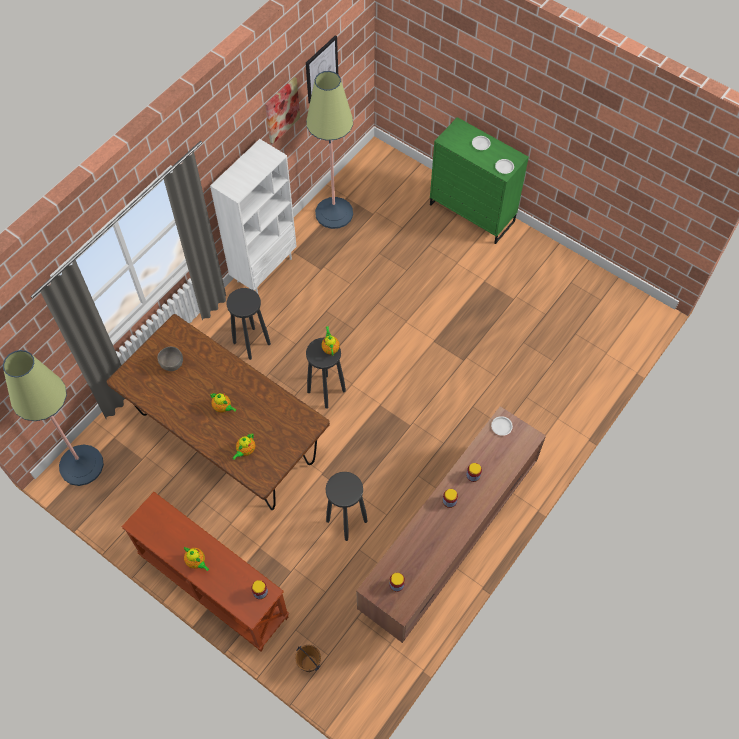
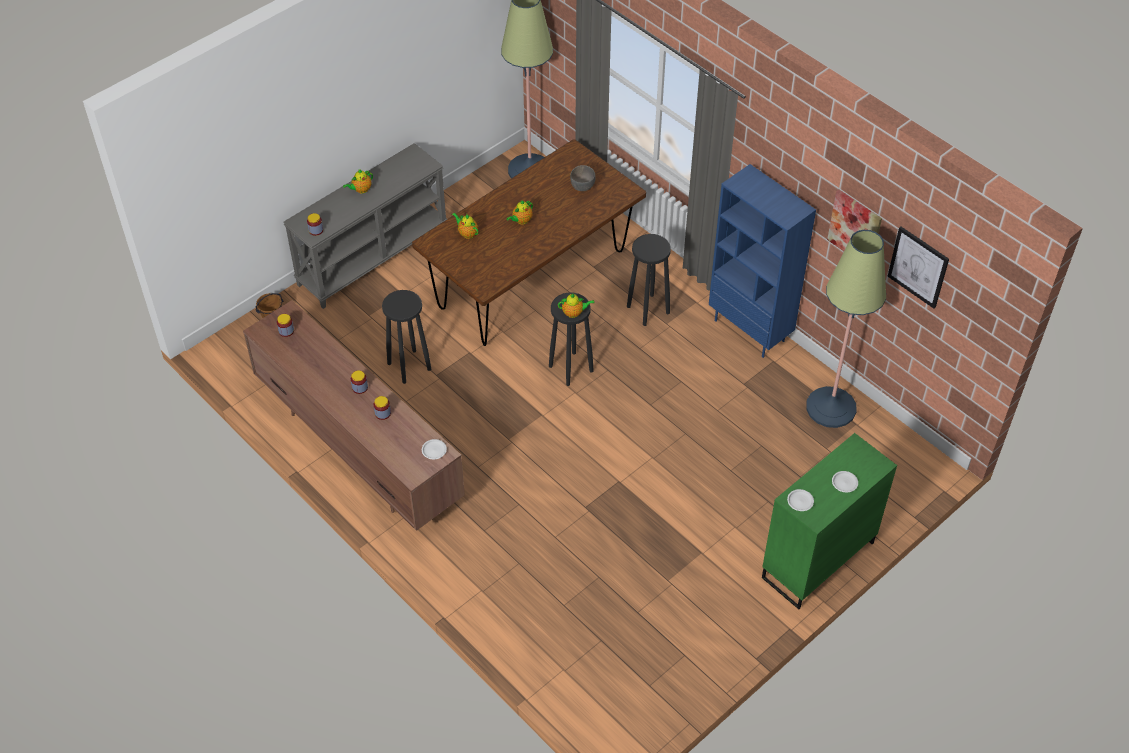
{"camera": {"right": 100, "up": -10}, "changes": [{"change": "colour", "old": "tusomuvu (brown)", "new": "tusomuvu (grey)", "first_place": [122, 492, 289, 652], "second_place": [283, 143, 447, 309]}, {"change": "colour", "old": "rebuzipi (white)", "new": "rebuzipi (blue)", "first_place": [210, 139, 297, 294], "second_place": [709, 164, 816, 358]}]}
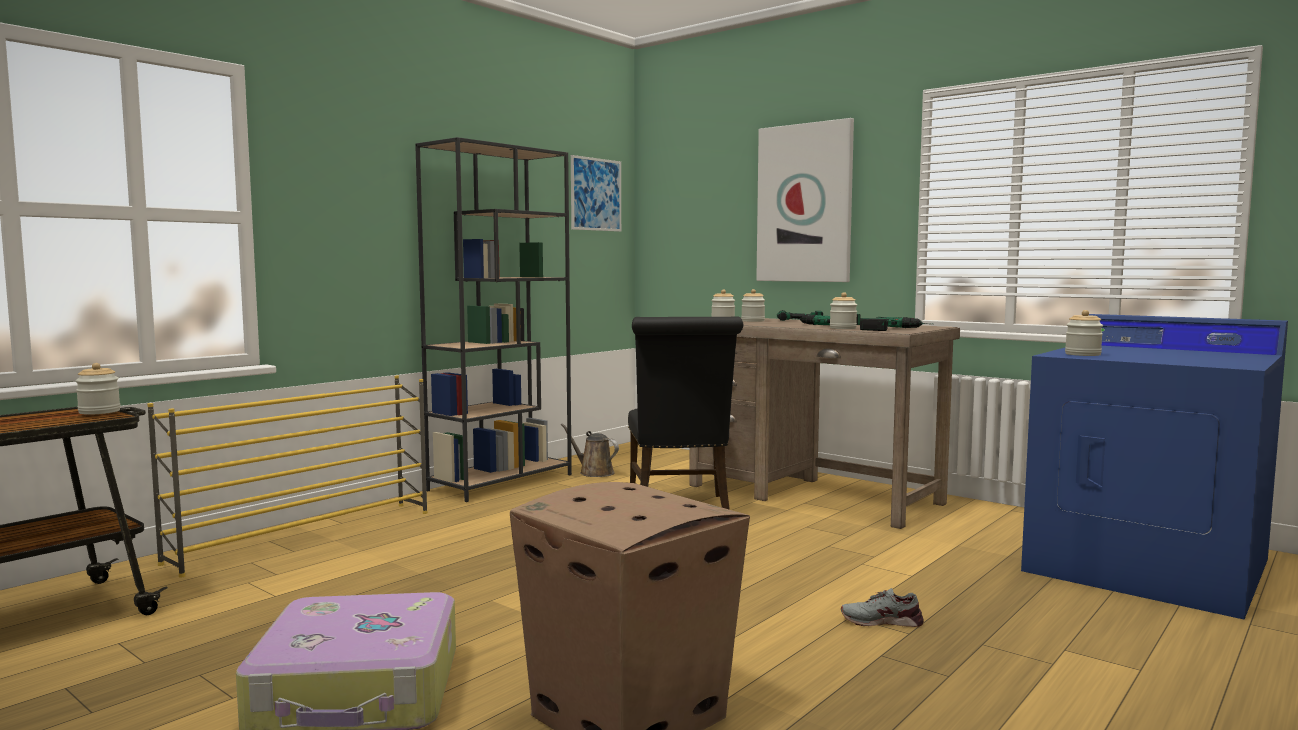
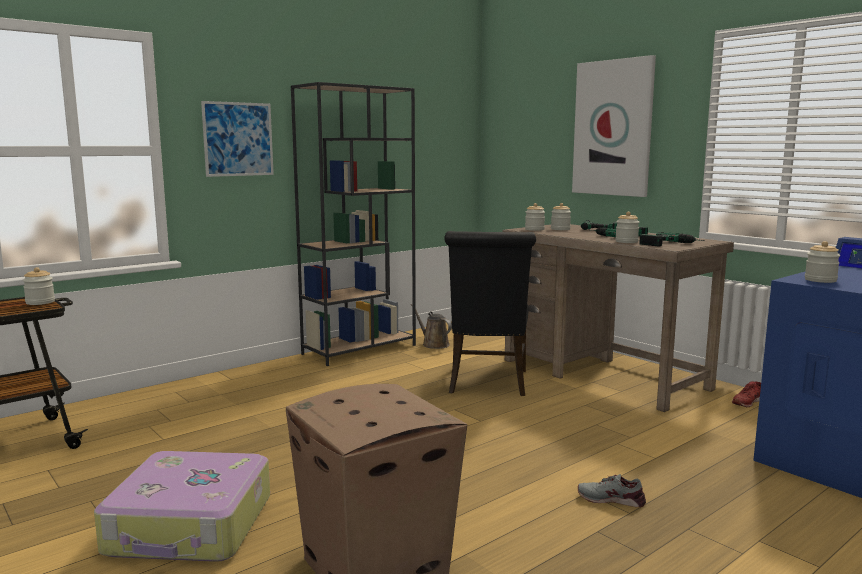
{"camera": {"right": 10, "up": 5}, "changes": [{"change": "missing", "old": "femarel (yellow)", "first_place": [147, 375, 428, 578]}, {"change": "appeared", "new": "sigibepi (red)", "second_place": [732, 381, 761, 408]}, {"change": "relocated", "old": "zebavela", "first_place": [571, 155, 621, 232], "second_place": [201, 101, 274, 177]}]}
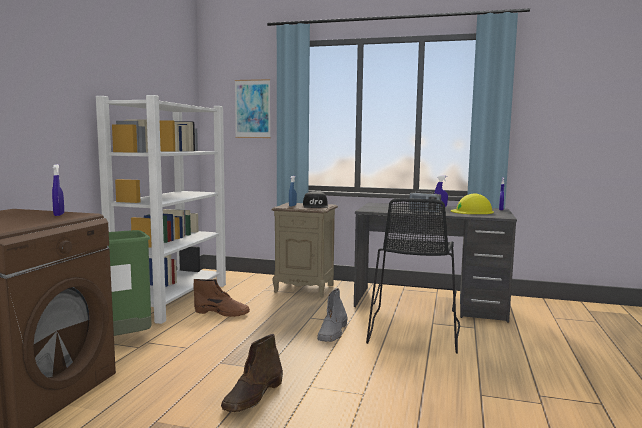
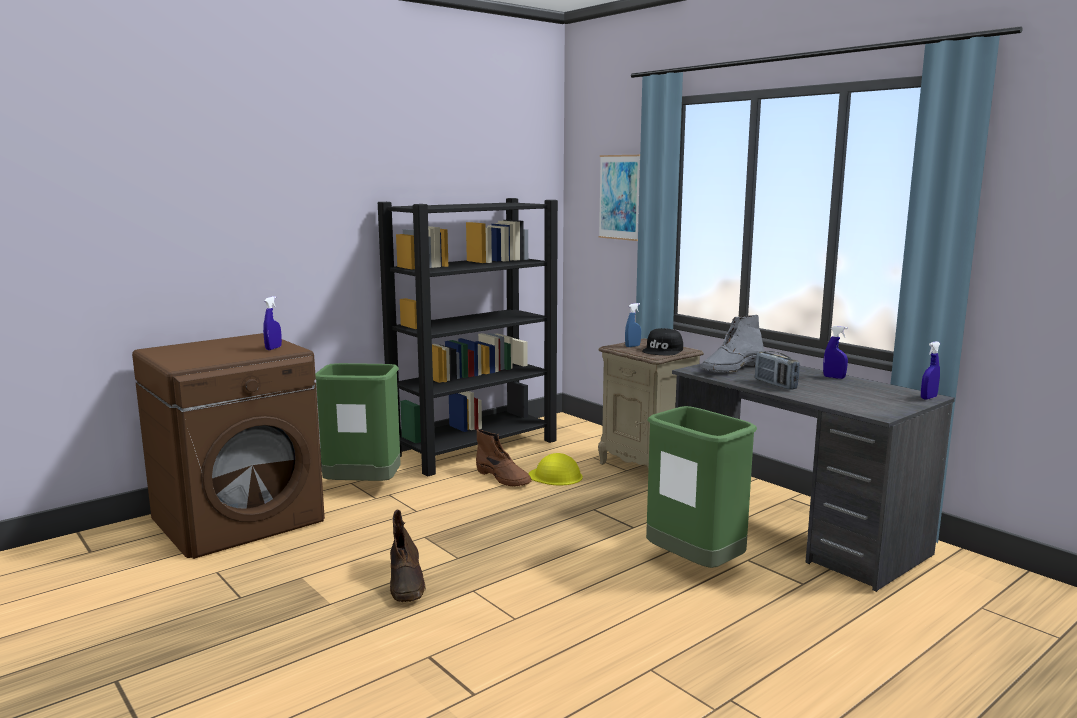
{"camera": {"right": 35, "up": 5}, "changes": [{"change": "relocated", "old": "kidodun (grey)", "first_place": [317, 288, 347, 342], "second_place": [700, 315, 764, 373]}, {"change": "relocated", "old": "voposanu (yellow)", "first_place": [451, 194, 494, 214], "second_place": [528, 453, 583, 485]}, {"change": "exchanged", "old": "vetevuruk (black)", "new": "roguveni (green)", "first_place": [366, 198, 460, 354], "second_place": [646, 406, 757, 568]}, {"change": "colour", "old": "rebuzipi (white)", "new": "rebuzipi (black)", "first_place": [96, 95, 226, 324], "second_place": [378, 198, 558, 477]}, {"change": "spun", "old": "kidodun (brown)", "first_place": [221, 334, 283, 412], "second_place": [390, 510, 426, 602], "degrees": -75}]}
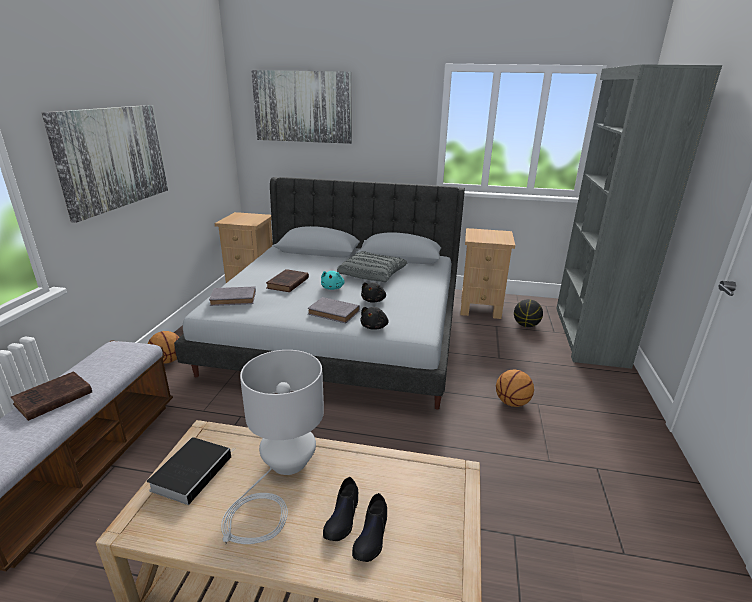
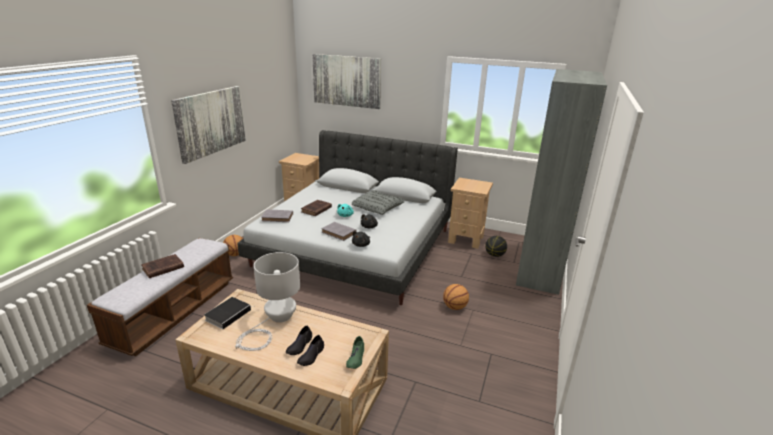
{"camera": {"right": 10, "up": 0}, "changes": [{"change": "appeared", "new": "sigibepi (green)", "second_place": [346, 336, 364, 369]}]}
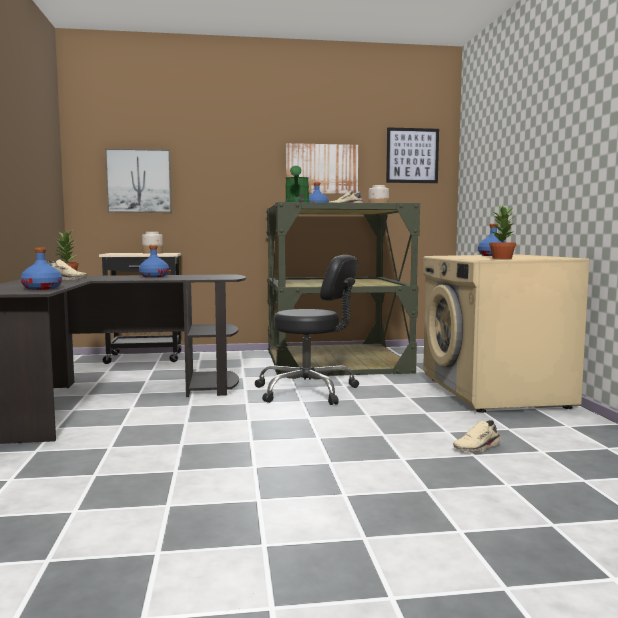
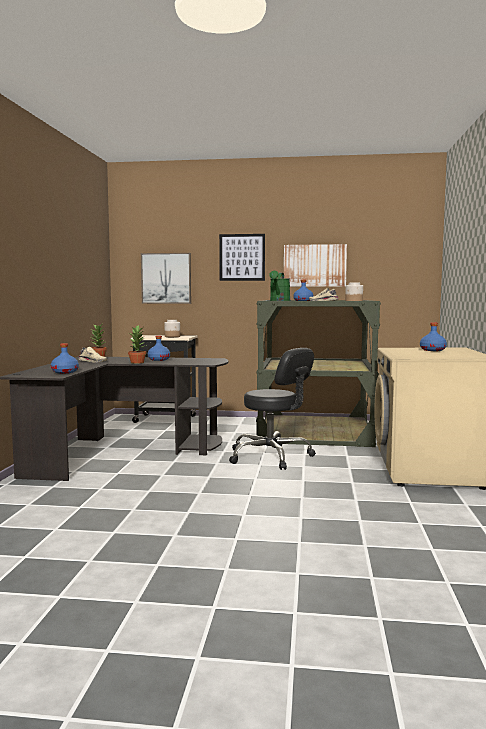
{"camera": {"right": 15, "up": 0}, "changes": [{"change": "missing", "old": "sigibepi (beige)", "first_place": [453, 420, 501, 453]}, {"change": "relocated", "old": "zebavela", "first_place": [386, 127, 439, 183], "second_place": [219, 234, 265, 281]}, {"change": "relocated", "old": "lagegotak", "first_place": [489, 205, 516, 259], "second_place": [128, 326, 147, 364]}]}
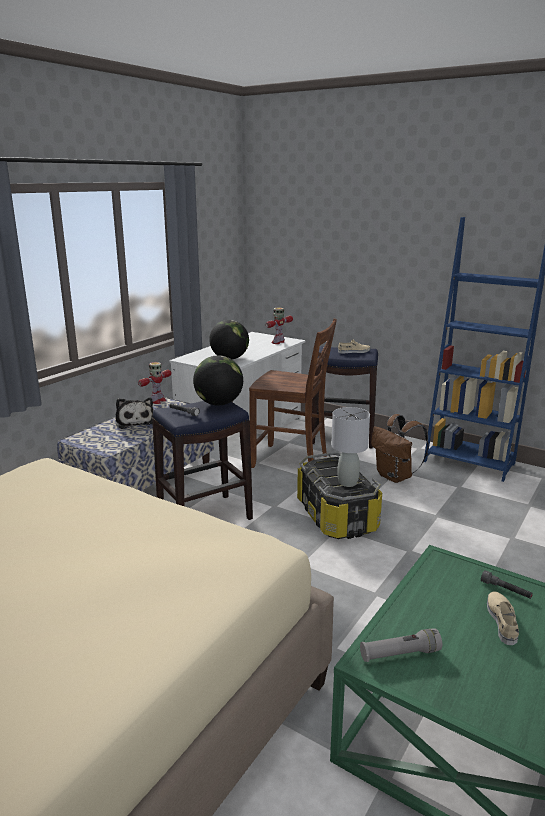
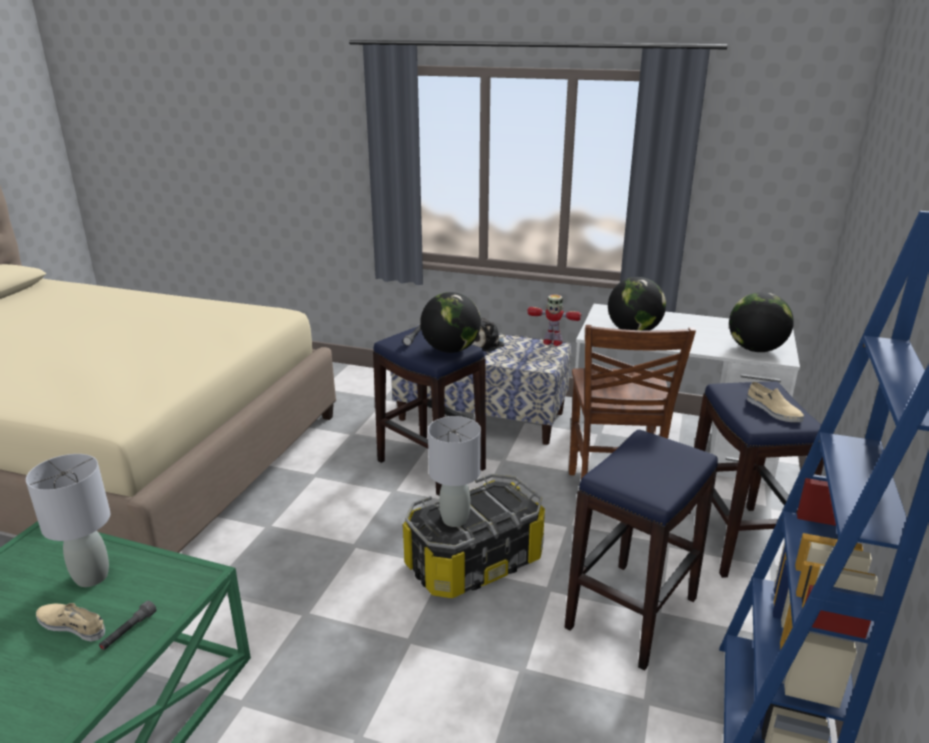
{"camera": {"right": 75, "up": 5}, "changes": [{"change": "missing", "old": "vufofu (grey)", "first_place": [360, 629, 442, 662]}, {"change": "appeared", "new": "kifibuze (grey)", "second_place": [26, 454, 110, 587]}, {"change": "exchanged", "old": "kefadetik", "new": "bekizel", "first_place": [266, 307, 293, 344], "second_place": [729, 292, 794, 352]}, {"change": "exchanged", "old": "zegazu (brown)", "new": "vetevuruk", "first_place": [371, 414, 429, 483], "second_place": [565, 430, 718, 671]}, {"change": "spun", "old": "sigibepi (beige)", "first_place": [487, 592, 519, 645], "second_place": [36, 603, 105, 641], "degrees": -150}]}
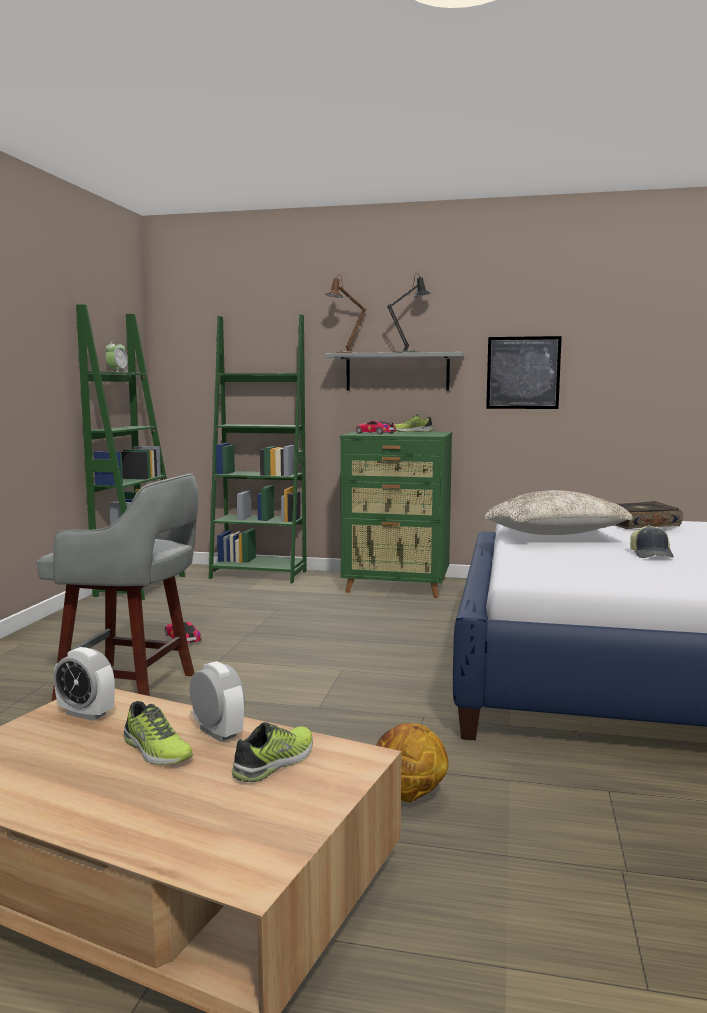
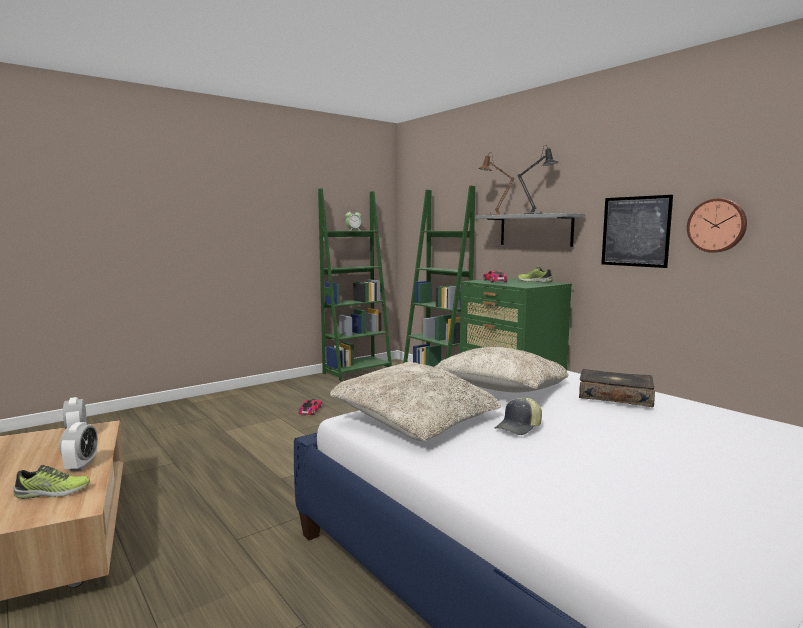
{"camera": {"right": 40, "up": 0}, "changes": [{"change": "missing", "old": "vetevuruk (grey)", "first_place": [37, 473, 199, 701]}, {"change": "missing", "old": "sigibepi", "first_place": [123, 701, 193, 765]}, {"change": "missing", "old": "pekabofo", "first_place": [376, 723, 449, 802]}, {"change": "appeared", "new": "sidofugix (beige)", "second_place": [330, 362, 501, 441]}, {"change": "appeared", "new": "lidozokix", "second_place": [687, 198, 747, 253]}]}
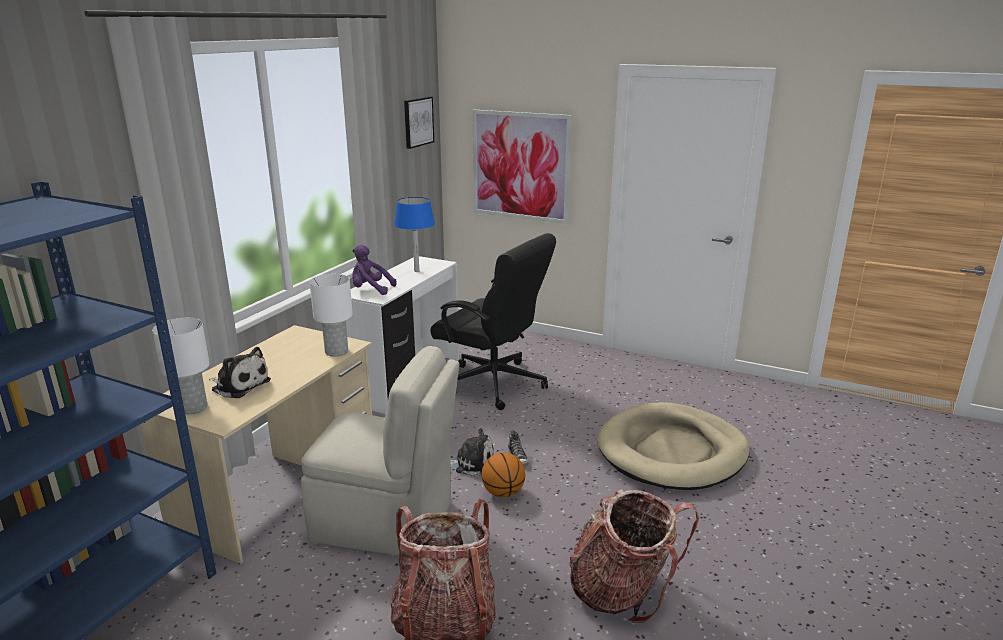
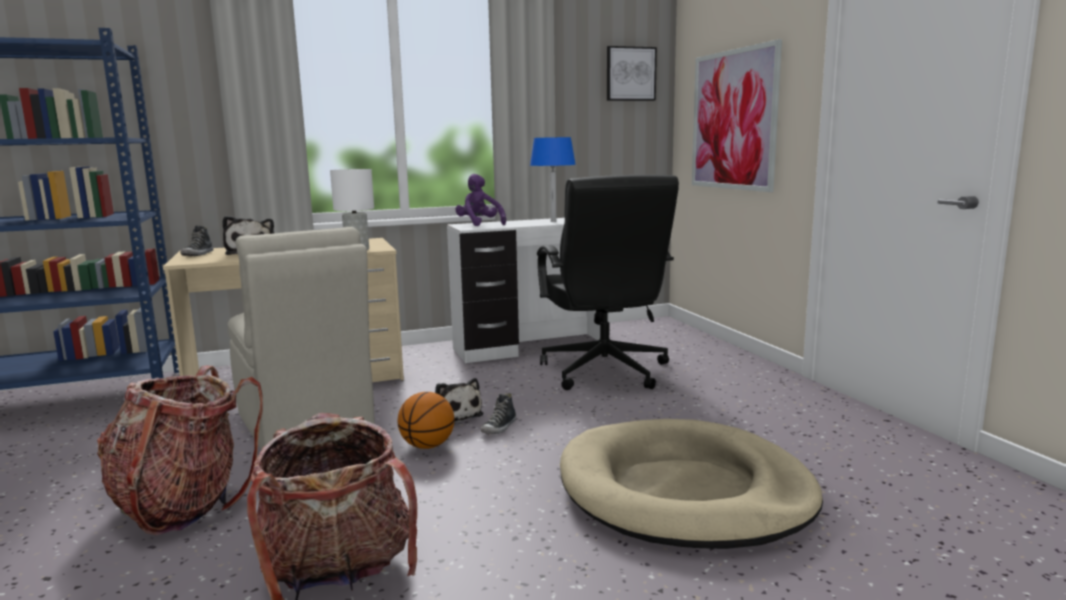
{"camera": {"right": 45, "up": -10}, "changes": [{"change": "exchanged", "old": "kifibuze (white)", "new": "sigibepi", "first_place": [152, 318, 210, 414], "second_place": [180, 225, 213, 256]}]}
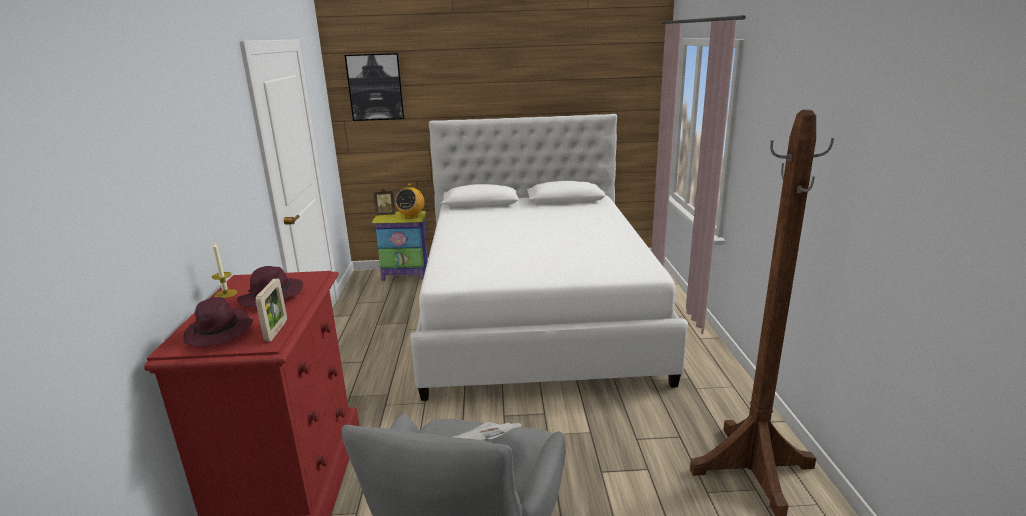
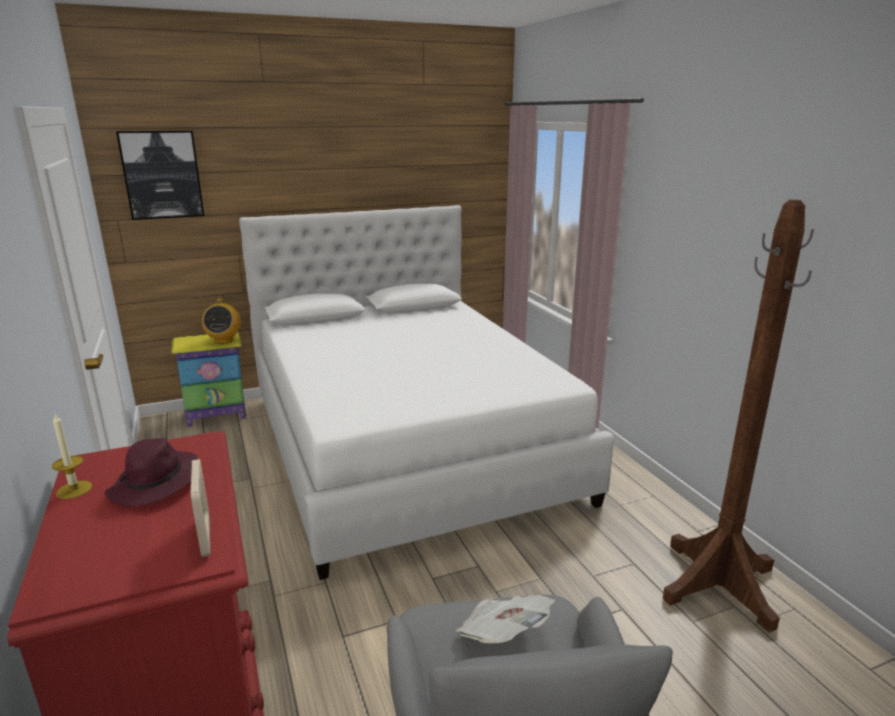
{"camera": {"right": -20, "up": 0}, "changes": [{"change": "missing", "old": "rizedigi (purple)", "first_place": [183, 297, 253, 346]}, {"change": "missing", "old": "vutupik", "first_place": [374, 189, 395, 216]}]}
